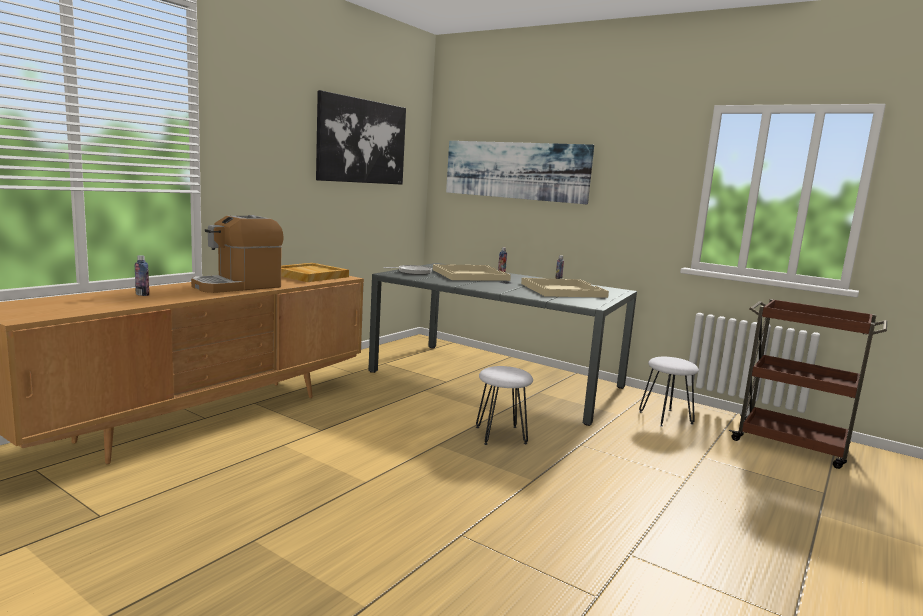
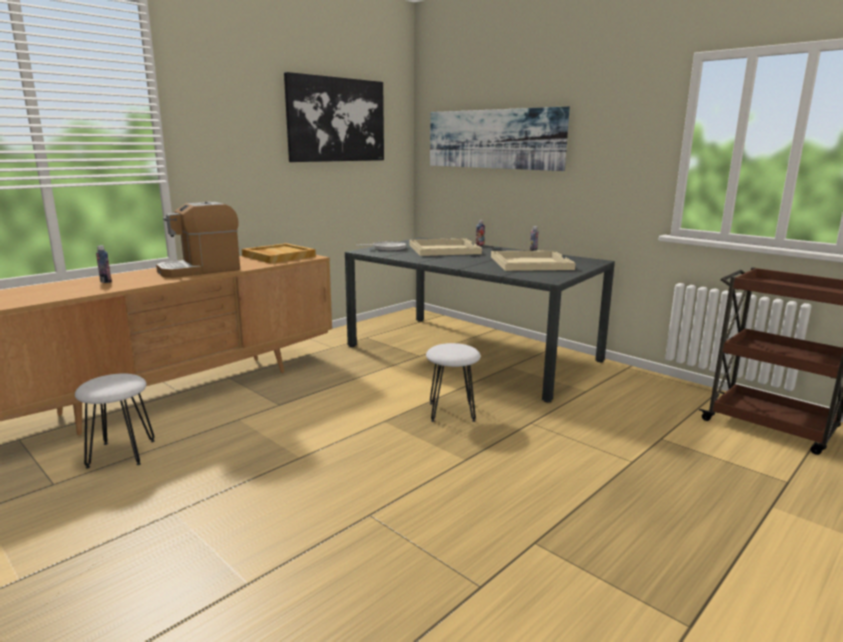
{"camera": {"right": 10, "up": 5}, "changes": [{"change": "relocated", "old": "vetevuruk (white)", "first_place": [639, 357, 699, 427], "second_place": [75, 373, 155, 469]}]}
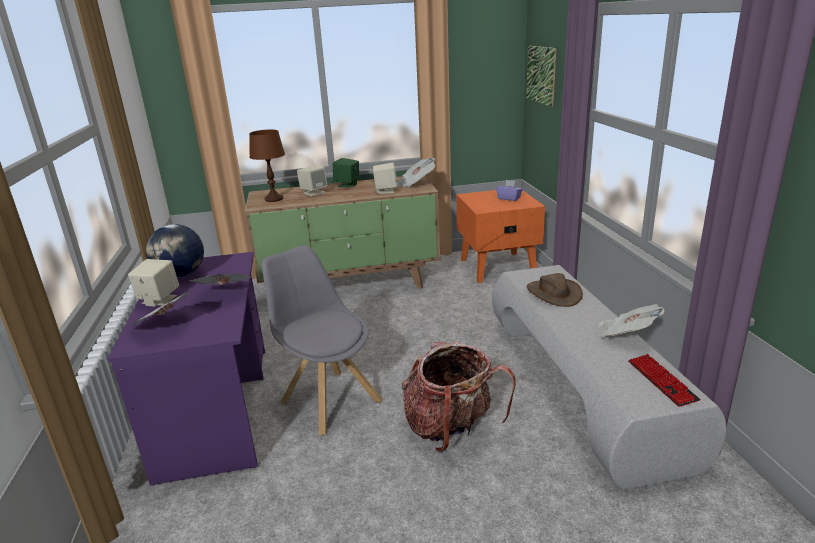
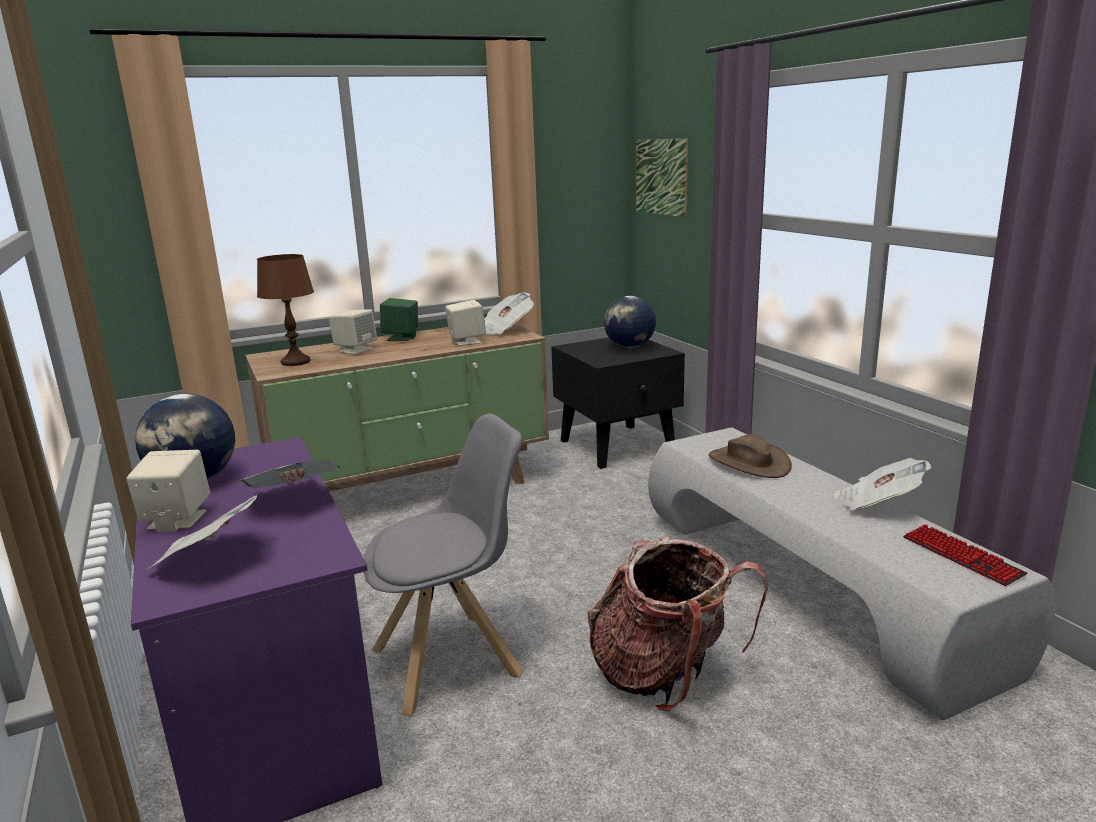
{"camera": {"right": -15, "up": -5}, "changes": [{"change": "exchanged", "old": "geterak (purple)", "new": "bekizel", "first_place": [496, 180, 523, 201], "second_place": [604, 296, 656, 348]}, {"change": "colour", "old": "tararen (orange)", "new": "tararen (black)", "first_place": [456, 190, 545, 283], "second_place": [551, 337, 685, 469]}, {"change": "spun", "old": "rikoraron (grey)", "first_place": [261, 245, 382, 435], "second_place": [364, 413, 523, 717], "degrees": 120}]}
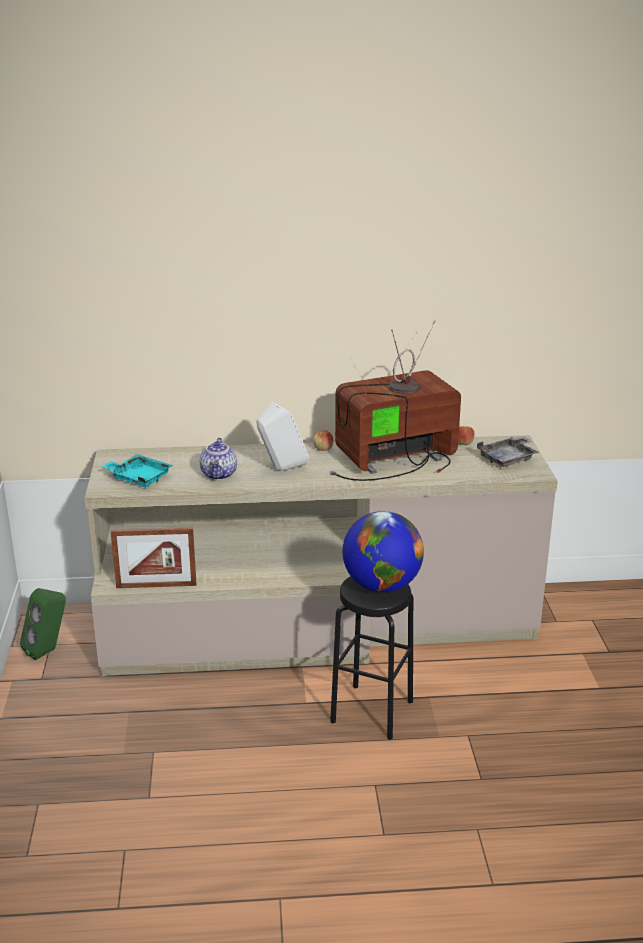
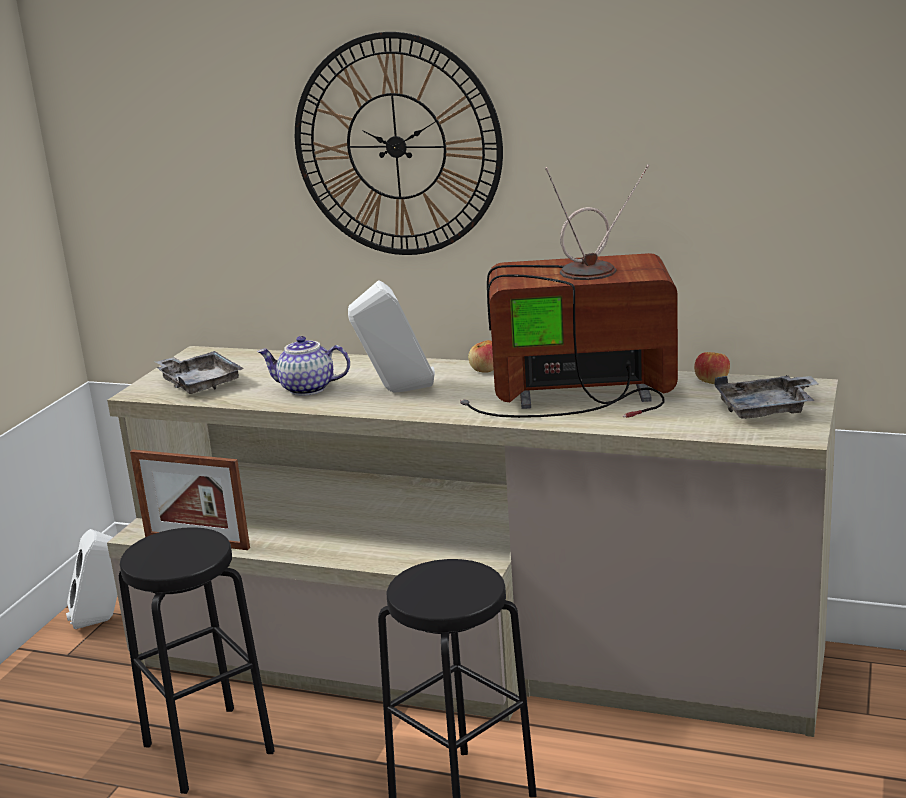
{"camera": {"right": 25, "up": -5}, "changes": [{"change": "missing", "old": "bekizel", "first_place": [343, 511, 424, 592]}, {"change": "appeared", "new": "vetevuruk (black)", "second_place": [119, 527, 275, 794]}, {"change": "appeared", "new": "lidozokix", "second_place": [295, 32, 503, 255]}, {"change": "colour", "old": "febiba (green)", "new": "febiba (white)", "first_place": [20, 588, 66, 660], "second_place": [66, 529, 117, 629]}, {"change": "colour", "old": "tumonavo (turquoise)", "new": "tumonavo (grey)", "first_place": [101, 454, 173, 487], "second_place": [155, 351, 244, 394]}, {"change": "spun", "old": "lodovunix", "first_place": [200, 438, 237, 480], "second_place": [257, 336, 350, 396], "degrees": 75}]}
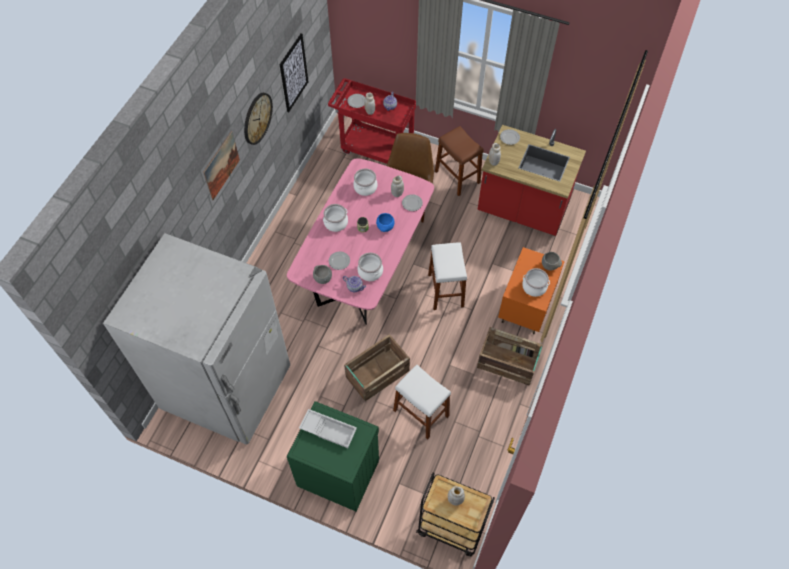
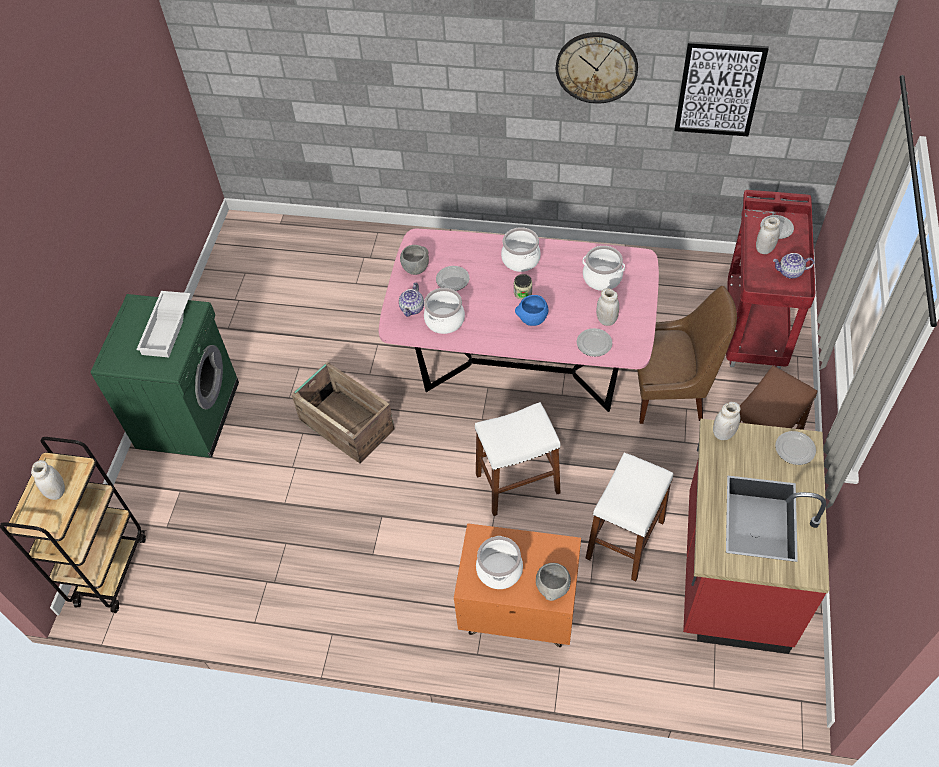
{"camera": {"right": 80, "up": -5}, "changes": [{"change": "missing", "old": "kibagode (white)", "first_place": [103, 233, 290, 444]}, {"change": "missing", "old": "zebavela", "first_place": [203, 131, 240, 200]}, {"change": "missing", "old": "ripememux", "first_place": [477, 327, 543, 386]}, {"change": "relocated", "old": "vetevuruk (white)", "first_place": [393, 365, 451, 440], "second_place": [585, 452, 673, 581]}]}
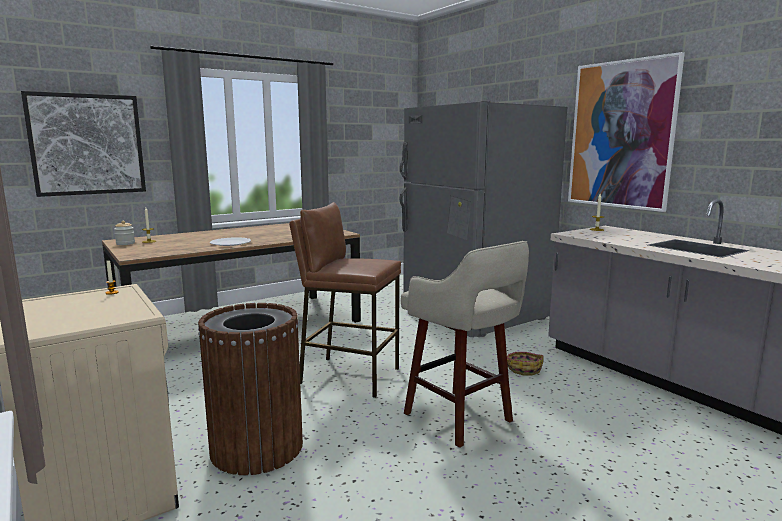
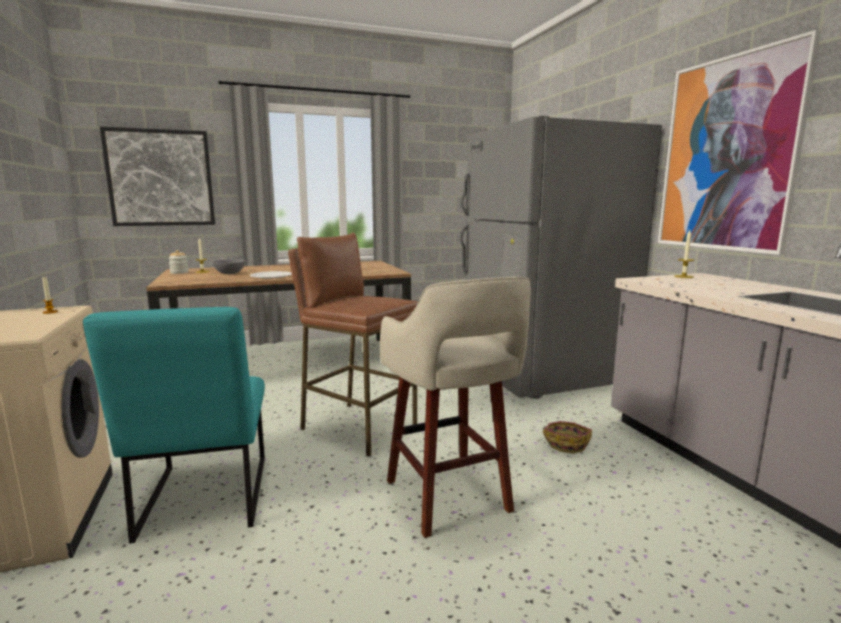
{"camera": {"right": 15, "up": 0}, "changes": [{"change": "appeared", "new": "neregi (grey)", "second_place": [213, 259, 245, 274]}, {"change": "exchanged", "old": "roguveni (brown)", "new": "rikoraron (turquoise)", "first_place": [198, 303, 303, 475], "second_place": [83, 307, 265, 544]}]}
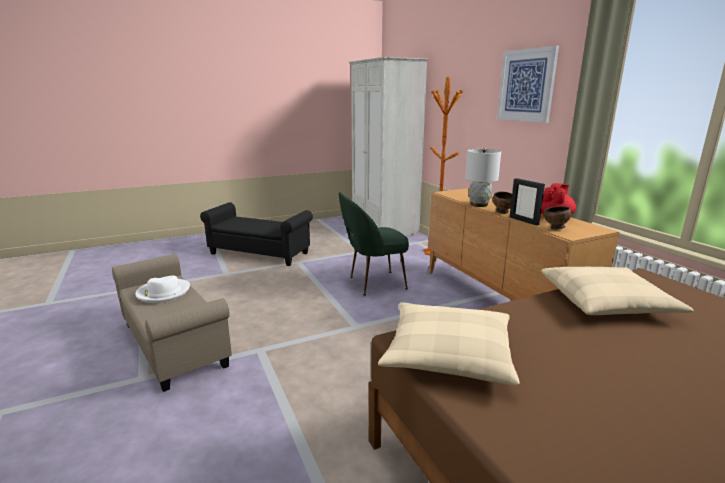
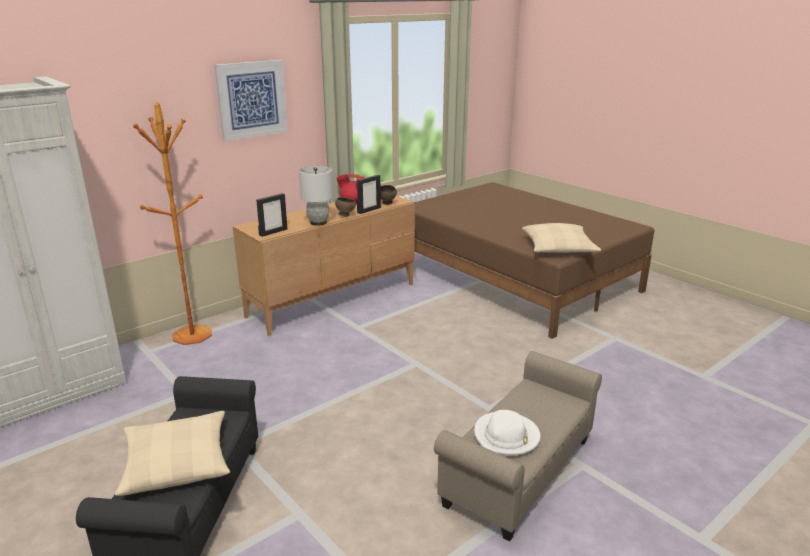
{"camera": {"right": -105, "up": 5}, "changes": [{"change": "missing", "old": "rikoraron (green)", "first_place": [338, 192, 409, 296]}, {"change": "appeared", "new": "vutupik", "second_place": [256, 193, 287, 237]}, {"change": "relocated", "old": "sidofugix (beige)", "first_place": [541, 267, 694, 315], "second_place": [115, 411, 230, 496]}]}
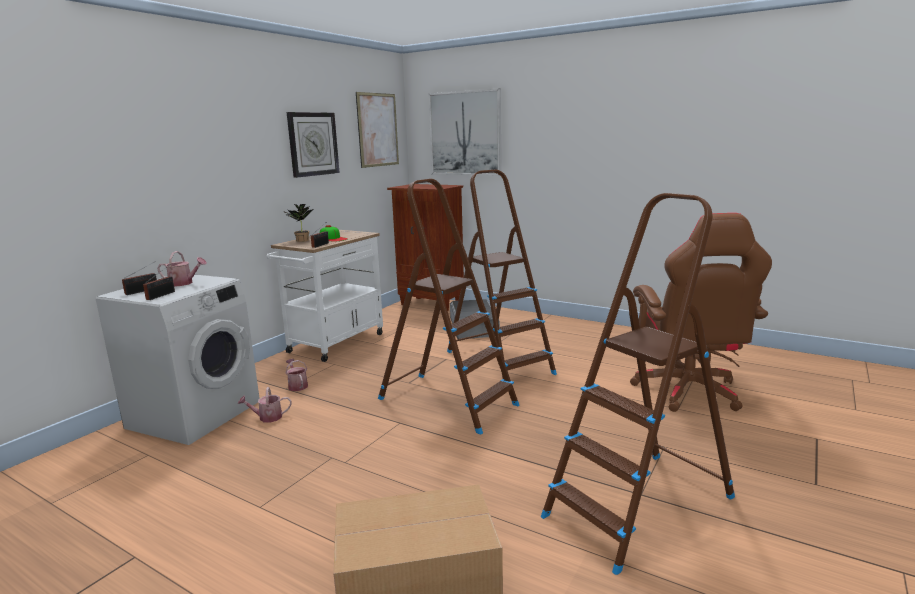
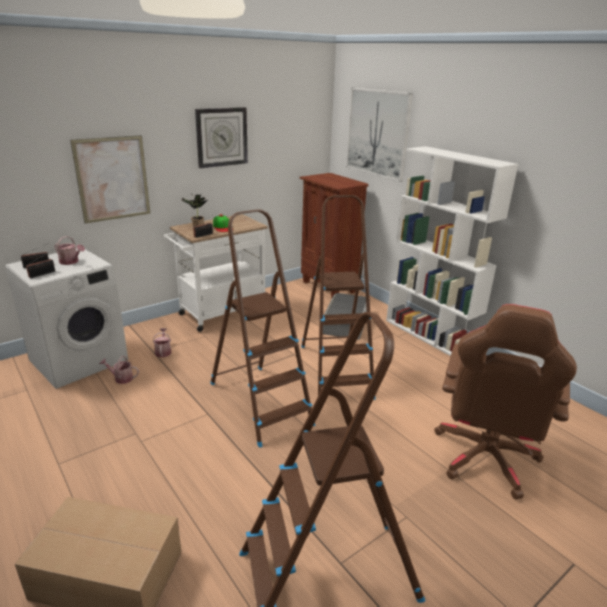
{"camera": {"right": 20, "up": 10}, "changes": [{"change": "appeared", "new": "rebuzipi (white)", "second_place": [386, 146, 519, 356]}, {"change": "relocated", "old": "zebavela", "first_place": [356, 92, 399, 168], "second_place": [70, 135, 150, 223]}]}
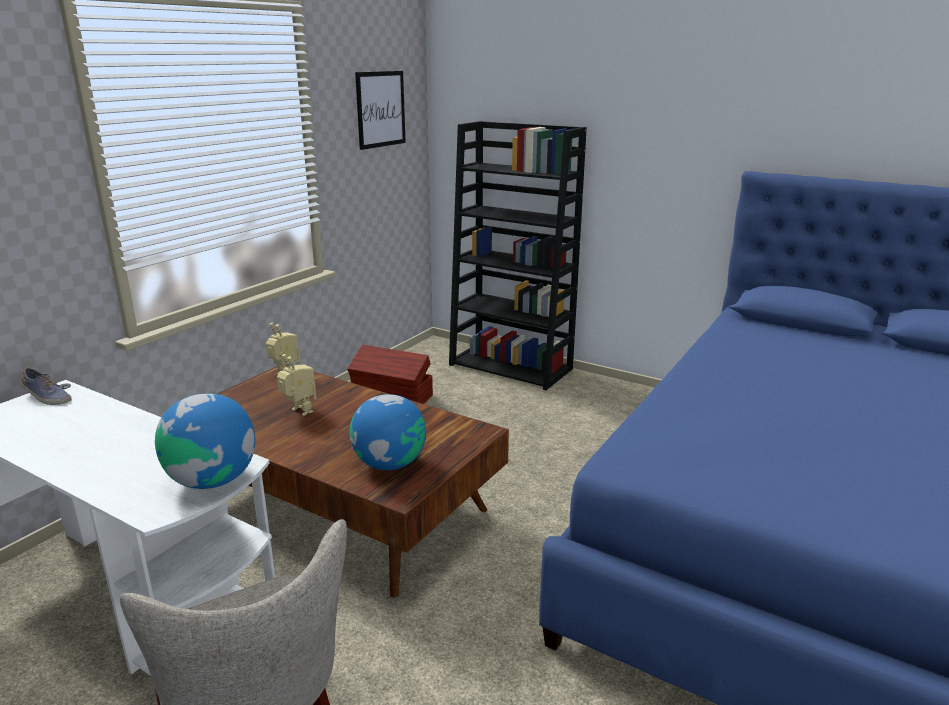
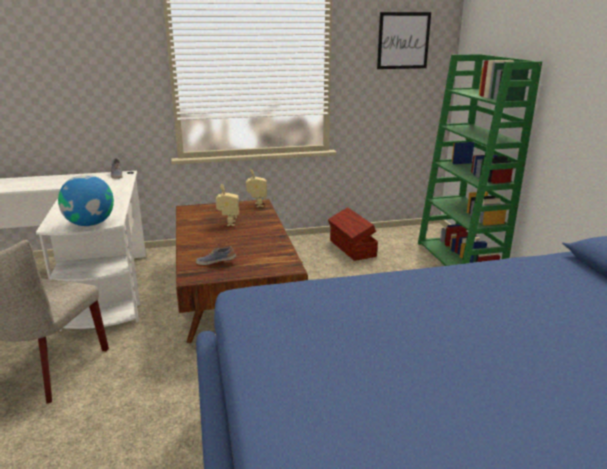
{"camera": {"right": 45, "up": 0}, "changes": [{"change": "exchanged", "old": "bekizel", "new": "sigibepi", "first_place": [350, 394, 426, 470], "second_place": [196, 246, 236, 265]}, {"change": "colour", "old": "rebuzipi (black)", "new": "rebuzipi (green)", "first_place": [449, 121, 587, 390], "second_place": [418, 54, 542, 266]}]}
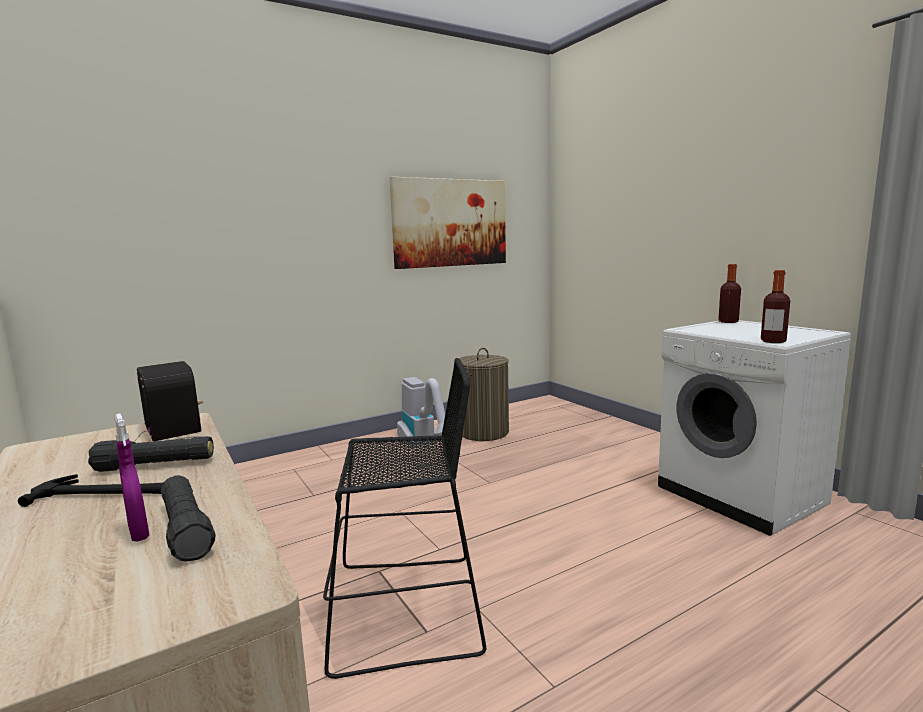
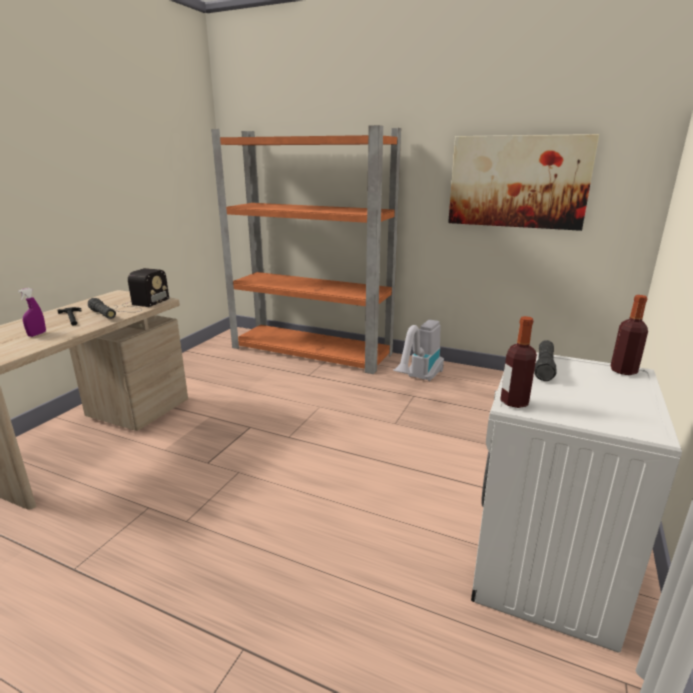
{"camera": {"right": 55, "up": 10}, "changes": [{"change": "missing", "old": "vetevuruk (black)", "first_place": [323, 358, 486, 679]}, {"change": "missing", "old": "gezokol", "first_place": [459, 348, 509, 441]}, {"change": "appeared", "new": "rebuzipi (orange)", "second_place": [211, 125, 401, 374]}, {"change": "relocated", "old": "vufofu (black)", "first_place": [161, 475, 216, 562], "second_place": [534, 340, 556, 381]}]}
